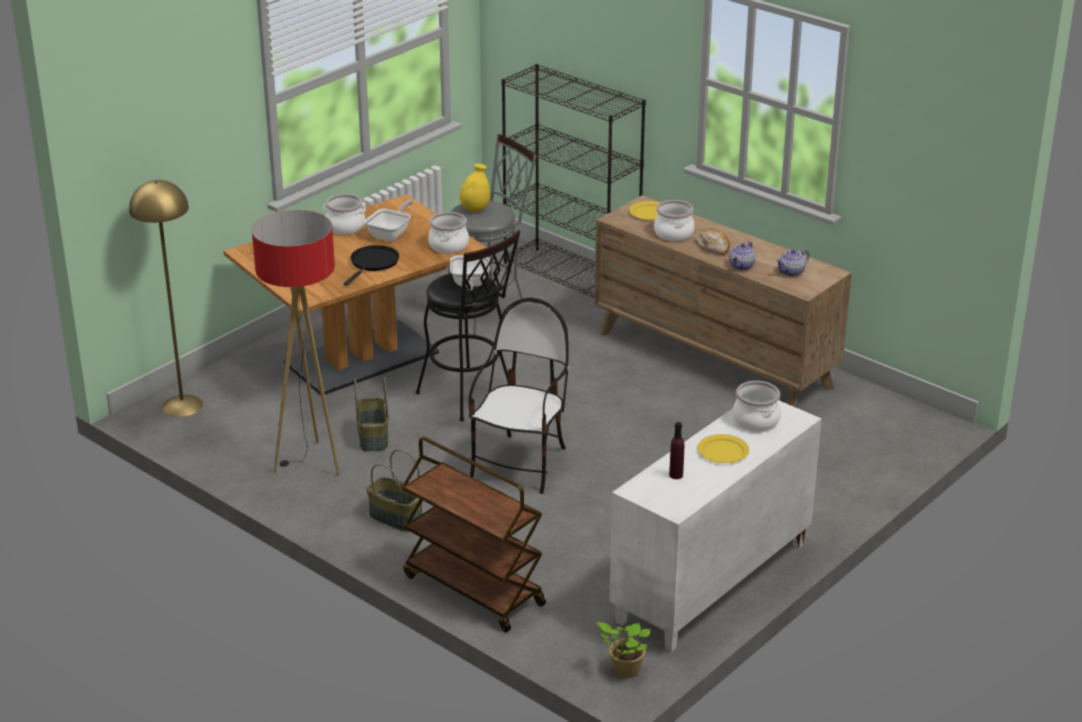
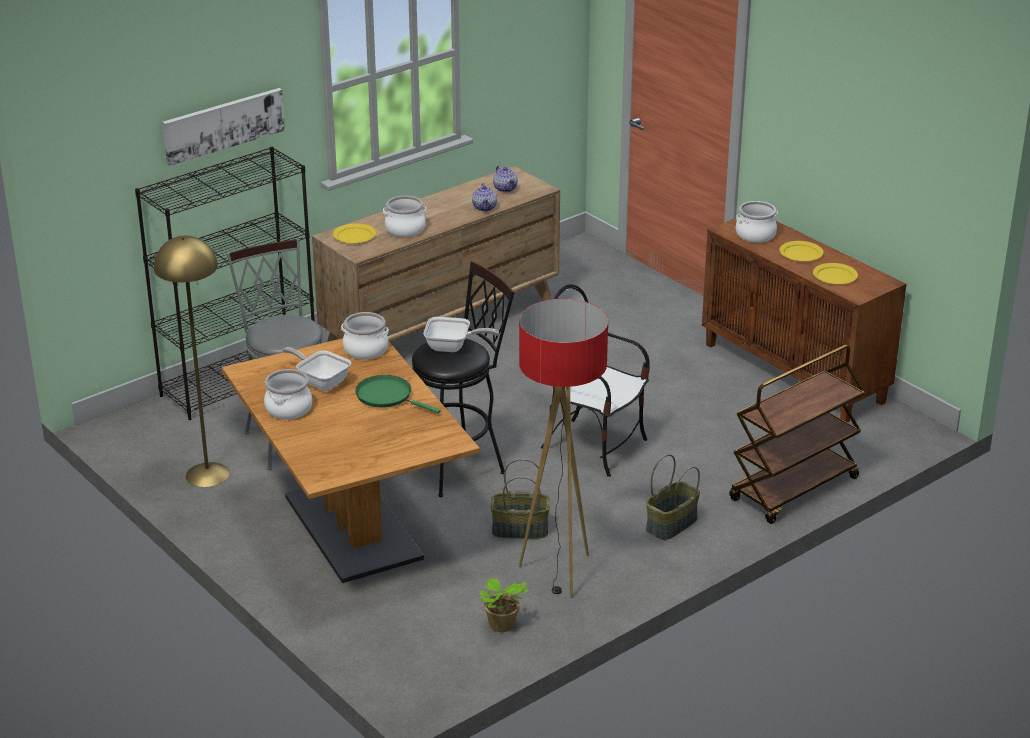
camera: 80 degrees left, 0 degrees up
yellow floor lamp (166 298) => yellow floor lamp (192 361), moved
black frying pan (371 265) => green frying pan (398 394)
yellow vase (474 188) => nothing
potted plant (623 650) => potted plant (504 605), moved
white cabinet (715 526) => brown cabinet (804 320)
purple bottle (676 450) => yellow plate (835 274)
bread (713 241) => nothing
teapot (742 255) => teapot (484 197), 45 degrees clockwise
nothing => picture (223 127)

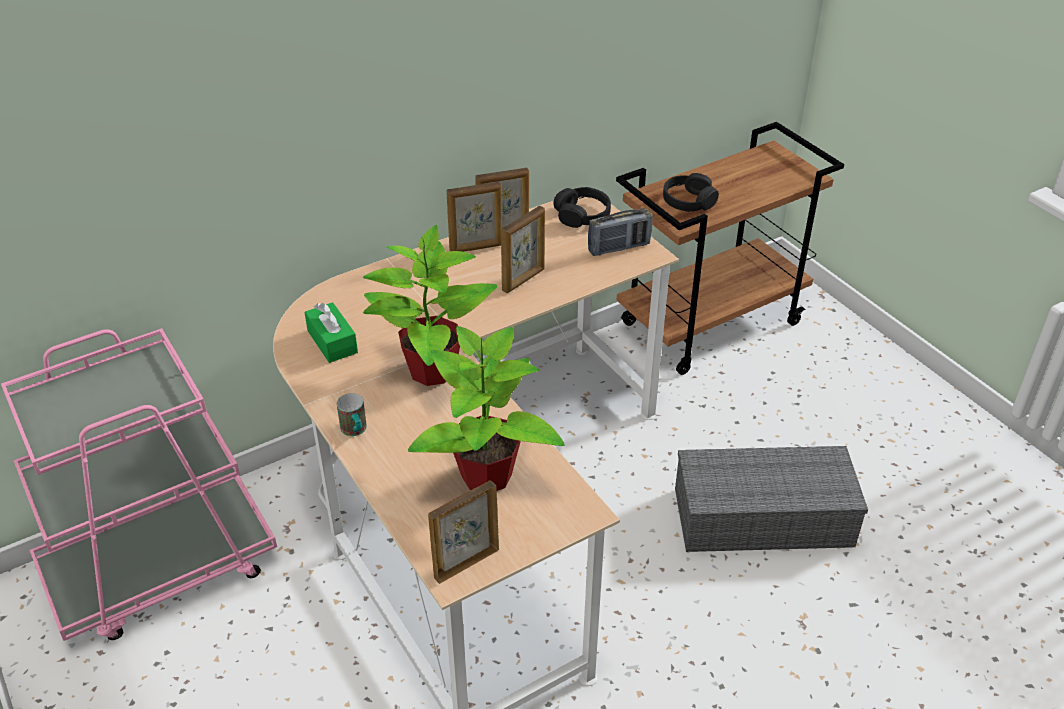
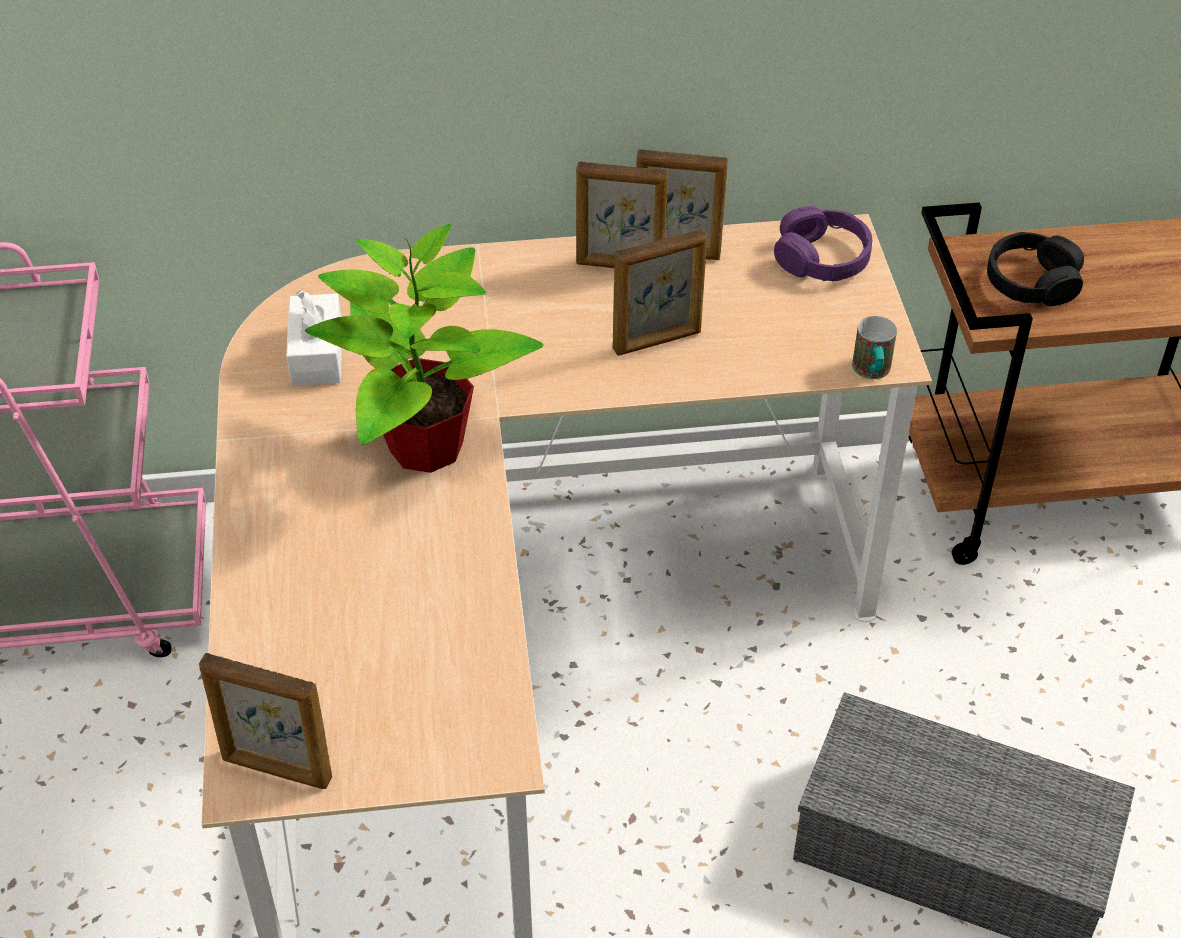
camera: 25 degrees right, 5 degrees up
green tissue box (331 332) => white tissue box (314 338)
mug (352 414) => mug (874 347), moved
potted plant (486 408) => nothing
picture frame (463 532) => picture frame (265 721), 150 degrees counterclockwise
black headphones (582 207) => purple headphones (823 243)
radio (620 232) => nothing

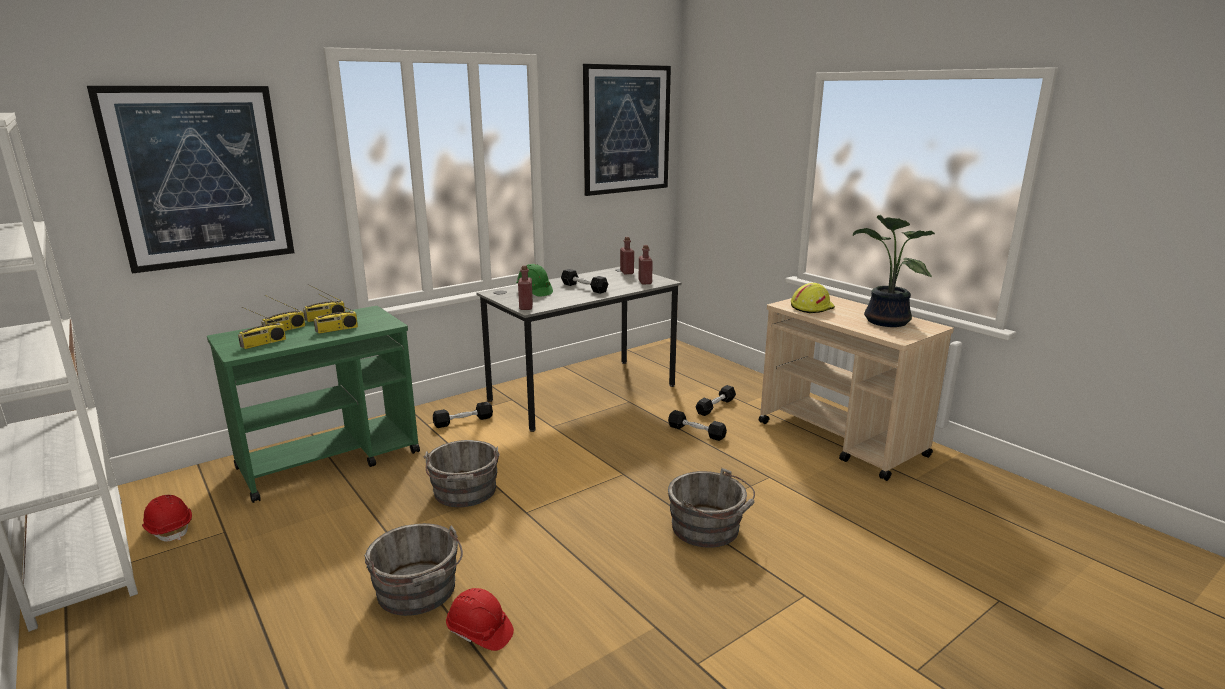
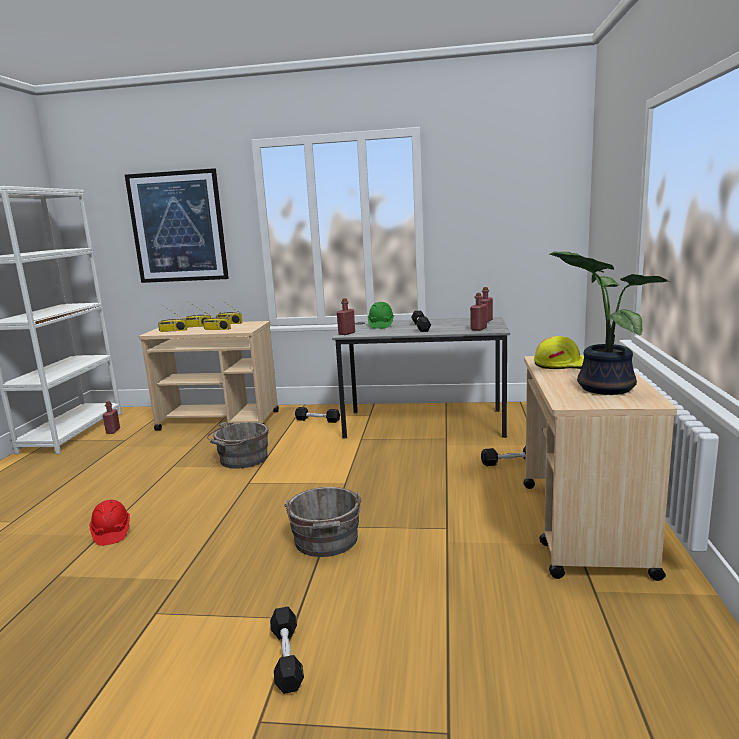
camera: 45 degrees right, 5 degrees down
red hard hat (167 518) => red bottle (111 417)
green cart (313 404) => beige cart (209 376)
grey bucket (413 569) => nothing
picture (627 130) => nothing
black dumbbell (697 425) => black dumbbell (287 650), moved

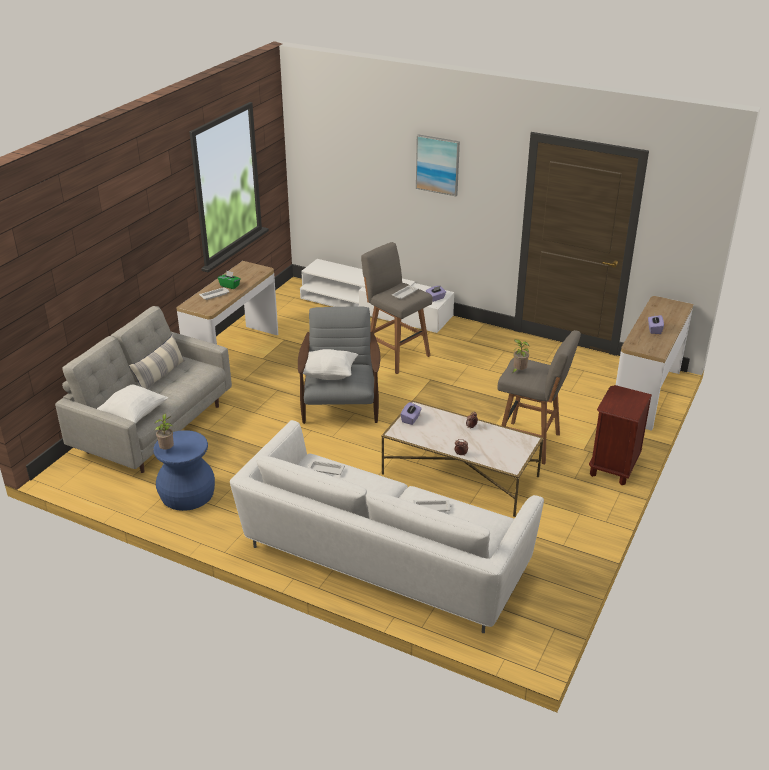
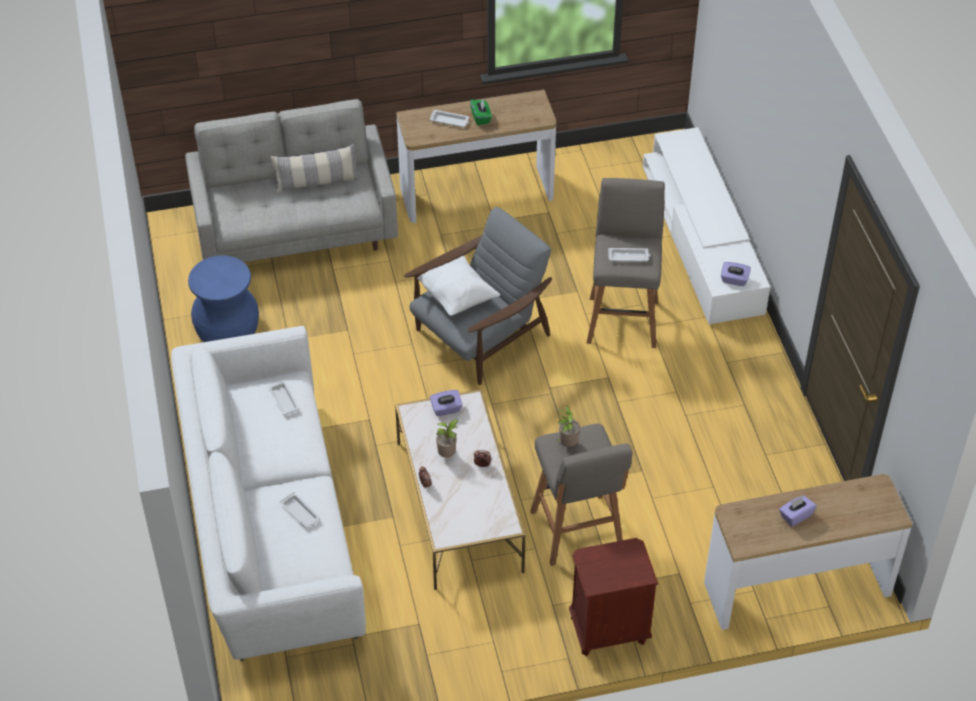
camera: 50 degrees right, 15 degrees up
white pillow (132 404) => nothing
potted plant (164 431) => potted plant (447 438), moved
picture (438 165) => nothing

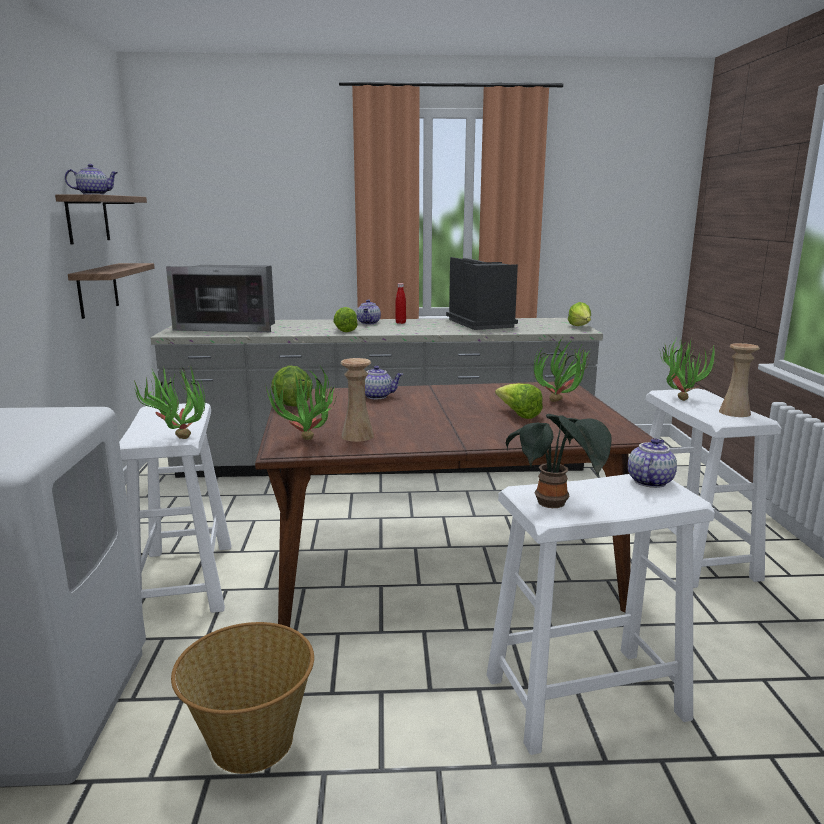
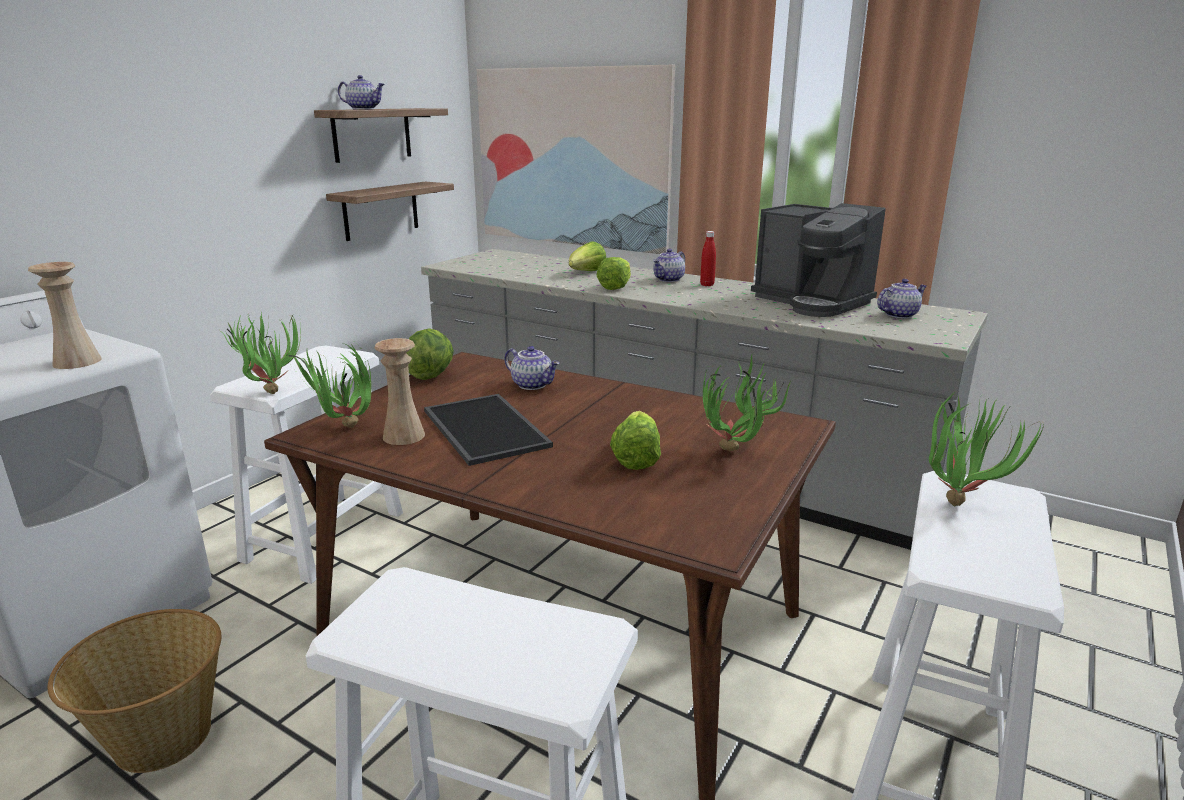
camera: 35 degrees right, 5 degrees up
microwave (220 298) => nothing
coffee machine (482 293) => coffee machine (818 260), 120 degrees clockwise
potted plant (559 461) => nothing
lettuce (579 314) => lettuce (587 256), moved
teapot (652 463) => teapot (902 299), moved
beige vase (739 380) => beige vase (64 315), moved
nothing => tray (488 430)
nothing => picture (576 159)

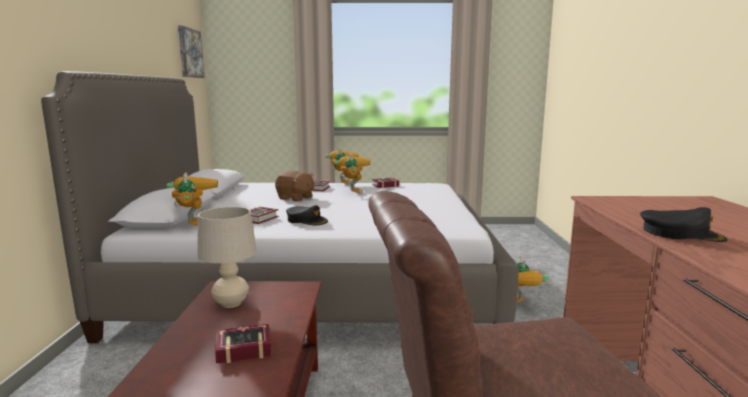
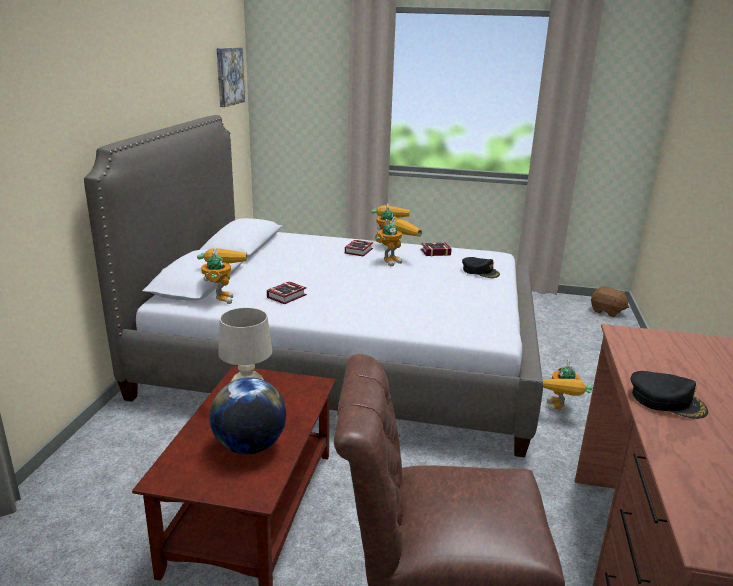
camera: 10 degrees right, 10 degrees up
book (243 344) => globe (248 415)
brown plush toy (294 186) => brown plush toy (610 301), moved
black cap (307 215) => black cap (481 267), moved
toy robot (352 174) => toy robot (398 241), 45 degrees clockwise

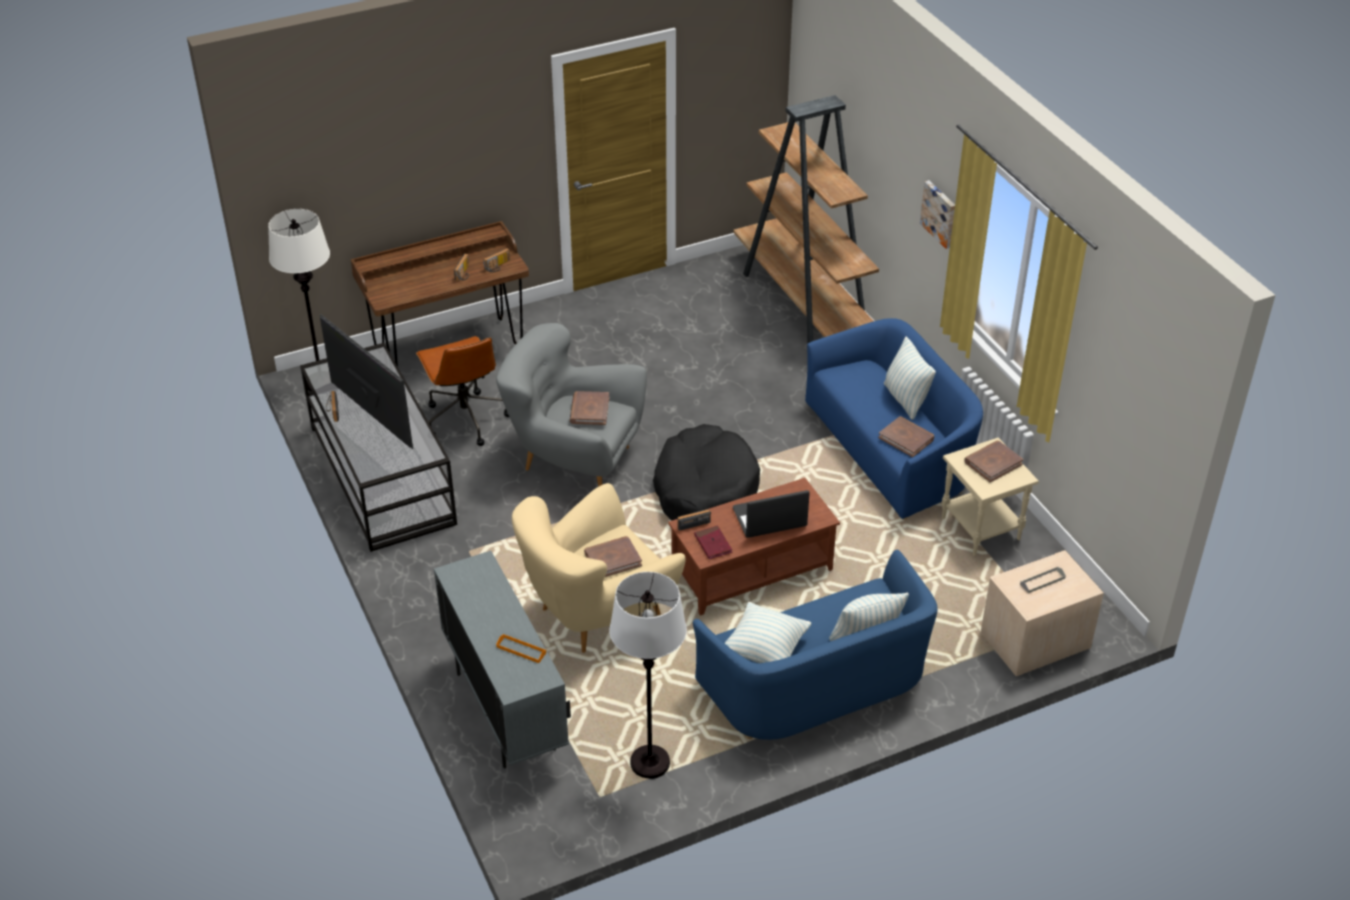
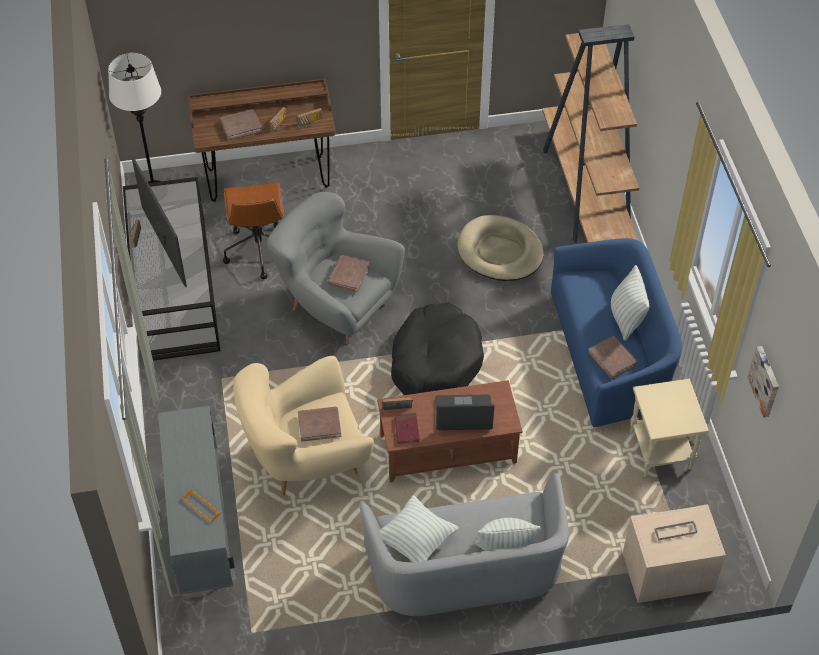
camera: 15 degrees right, 10 degrees up
white floor lamp (648 675) => nothing
blue sofa (815 645) => grey sofa (464 544)
picture (937 214) => picture (763 382), moved
brown book (993 461) => brown book (241 124), moved
nothing => beige dog bed (501 248)

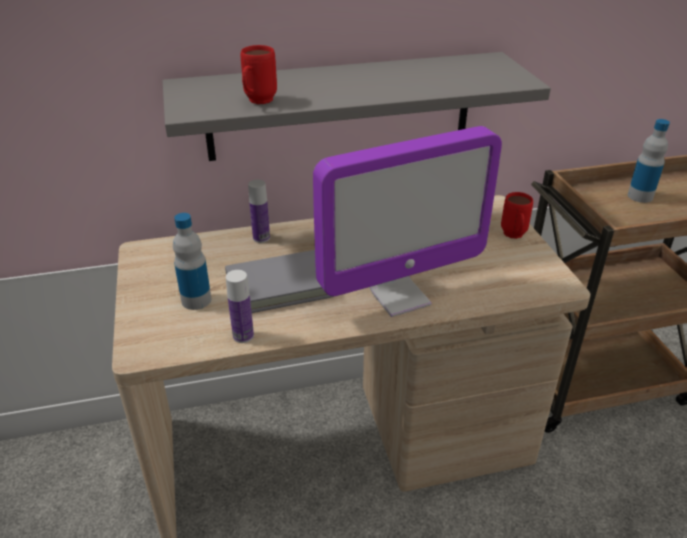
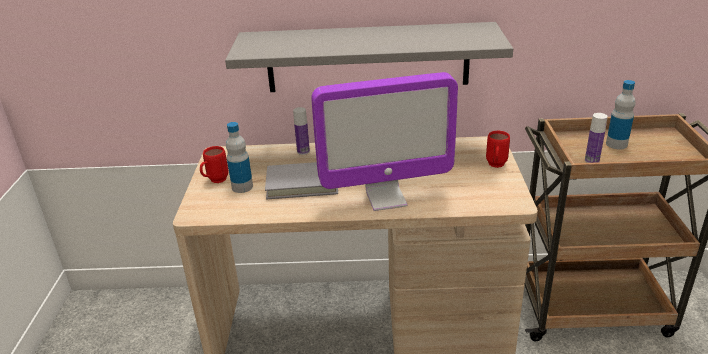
camera: 15 degrees right, 5 degrees down
bottle (240 306) => bottle (596 138), moved
red mug (259 74) => red mug (214 164), moved

